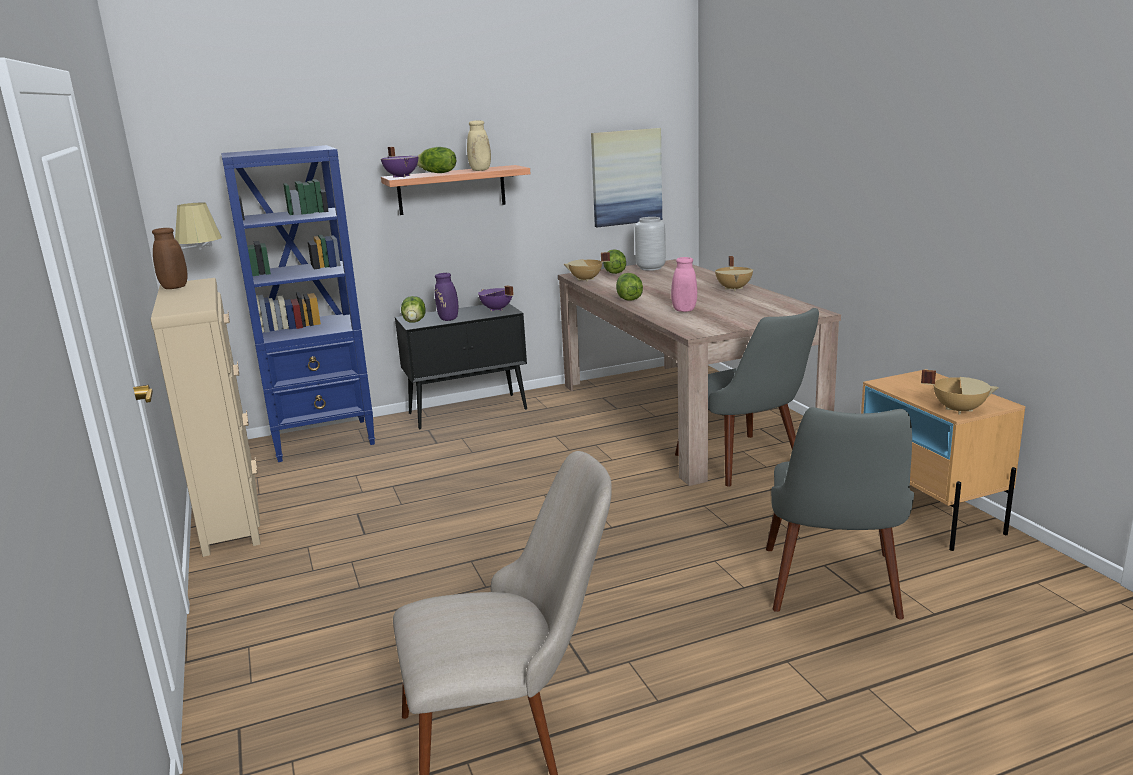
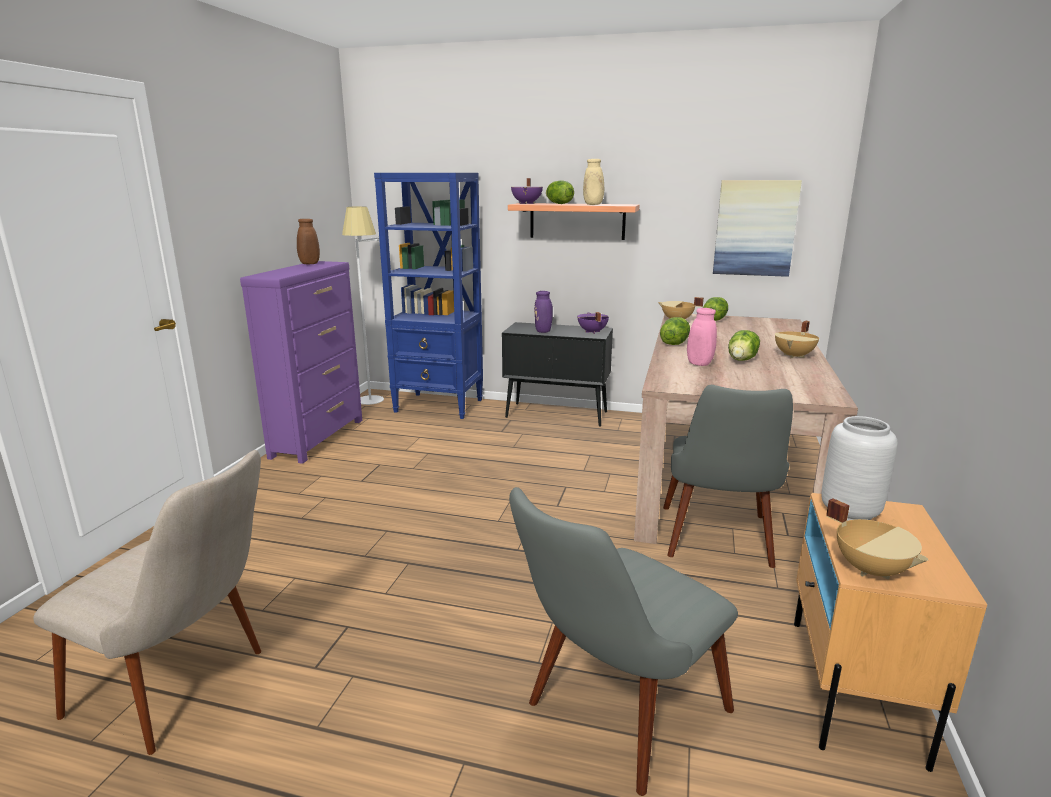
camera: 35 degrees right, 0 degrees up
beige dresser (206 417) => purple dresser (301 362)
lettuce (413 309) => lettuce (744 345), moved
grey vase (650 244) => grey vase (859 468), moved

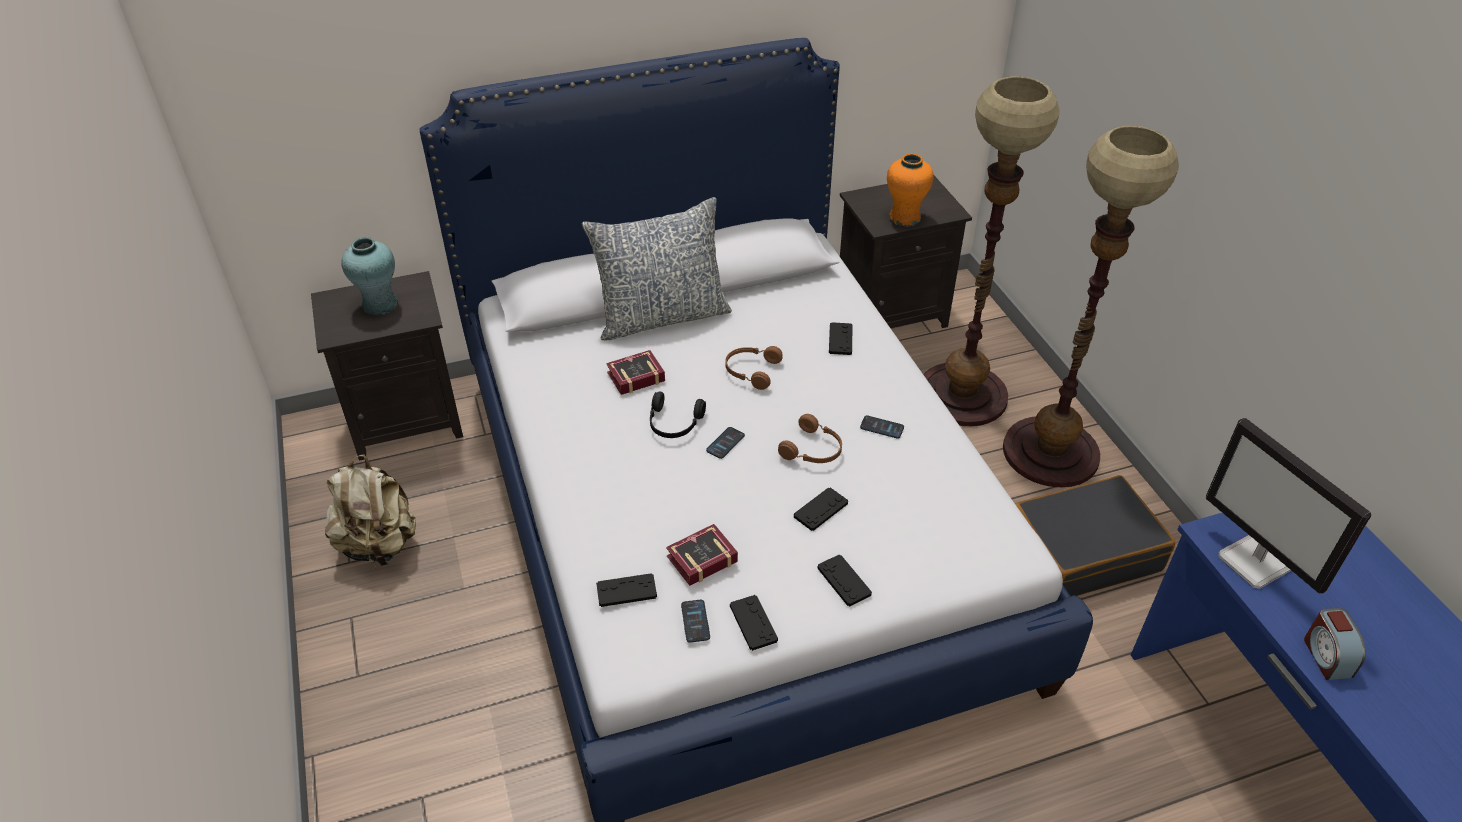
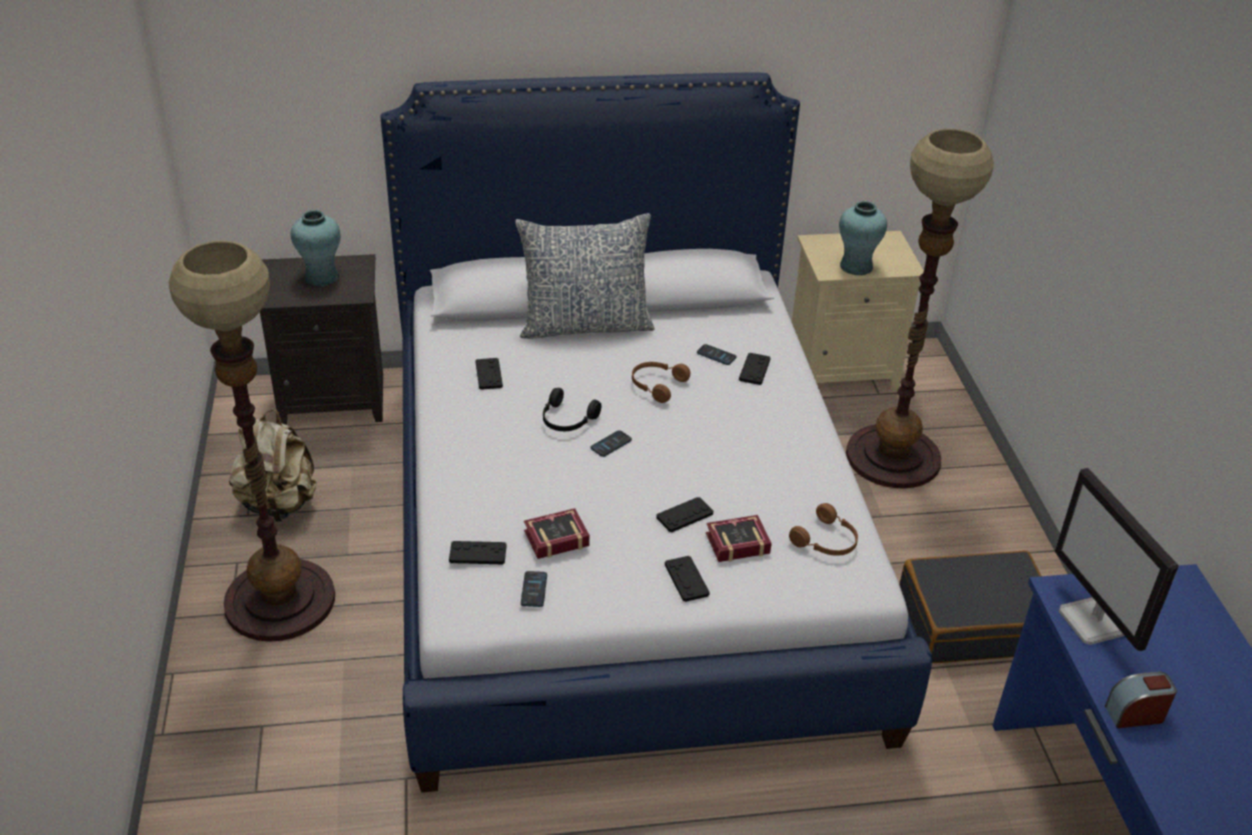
camera: 10 degrees right, 5 degrees down
book (635 372) => book (739 538), moved
black game controller (754 623) => black game controller (489 374), moved
brown headphones (810 438) => brown headphones (823 529), moved
black nightstand (906 252) => beige nightstand (858 311)
phone (882 427) => phone (717 354), moved
orange vase (910 190) => turquoise vase (863 238)
floor lamp (1091 306) => floor lamp (251 441), moved
alarm clock (1335 644) => alarm clock (1141 700), 75 degrees clockwise

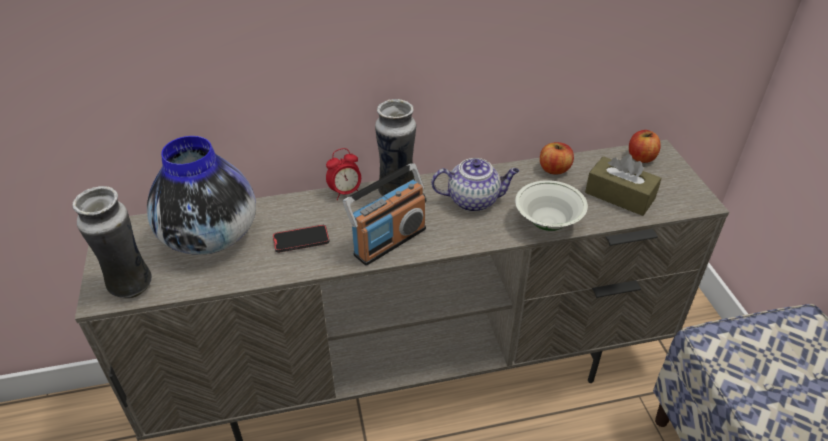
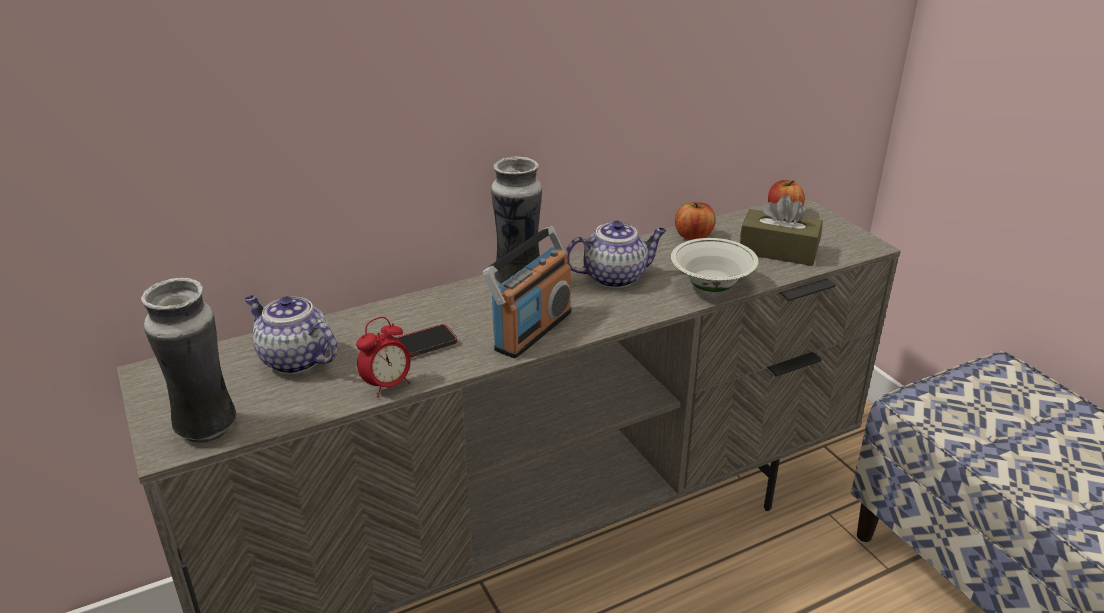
camera: 15 degrees left, 10 degrees down
vase (201 195) => teapot (291 334)
alarm clock (343 174) => alarm clock (383 357), moved

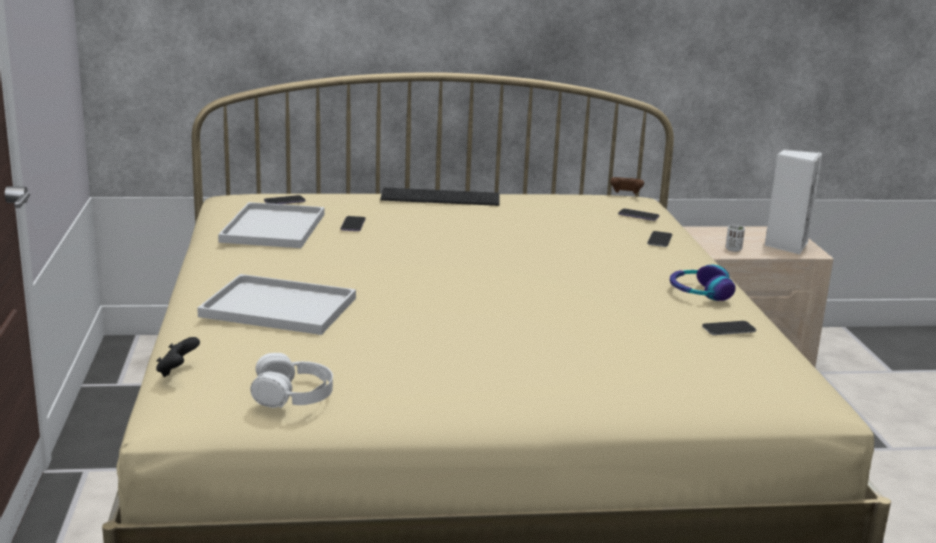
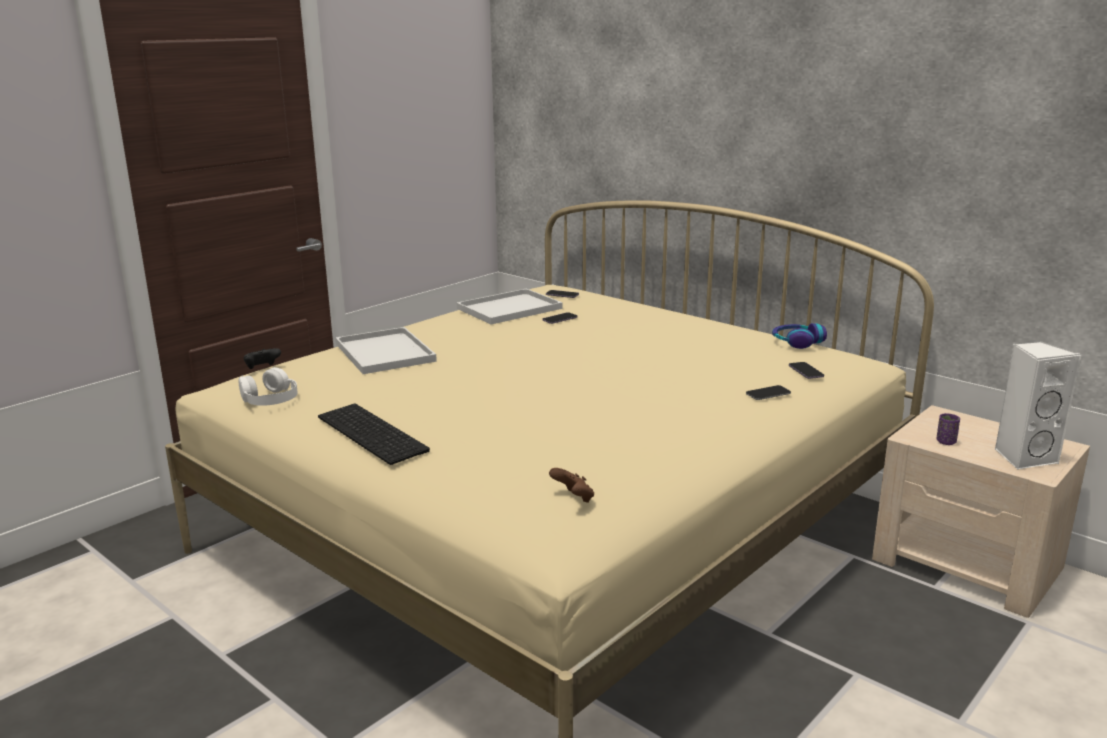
camera: 50 degrees right, 0 degrees up
keyboard (440 197) => keyboard (374 434), moved
brown game controller (627 185) => brown game controller (571 485), moved
headphones (703 283) => headphones (799 336), moved
phone (729 328) => nothing
white cup (735 238) => purple cup (948 429)

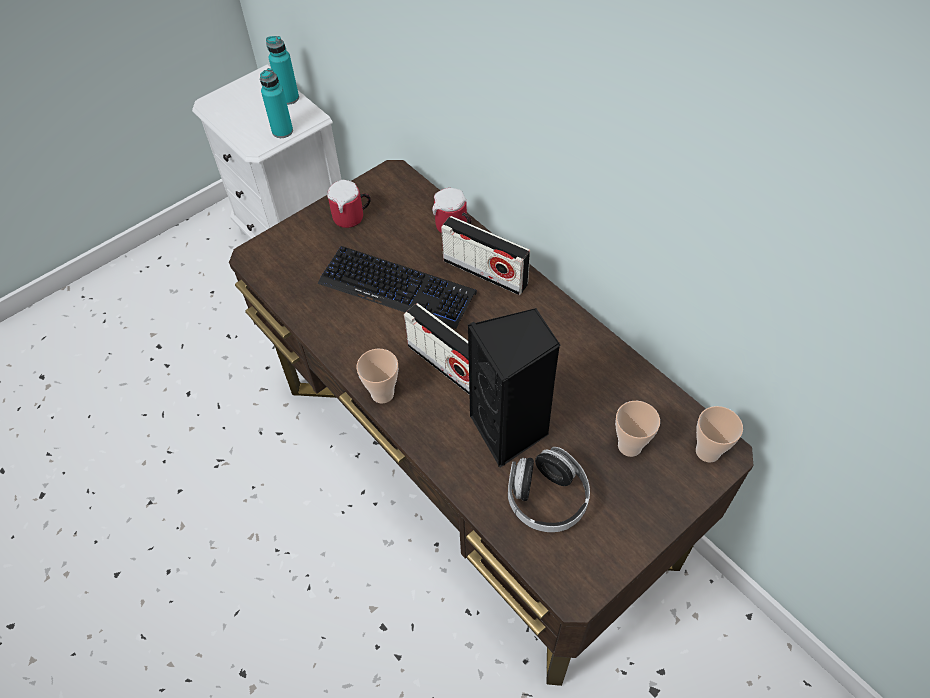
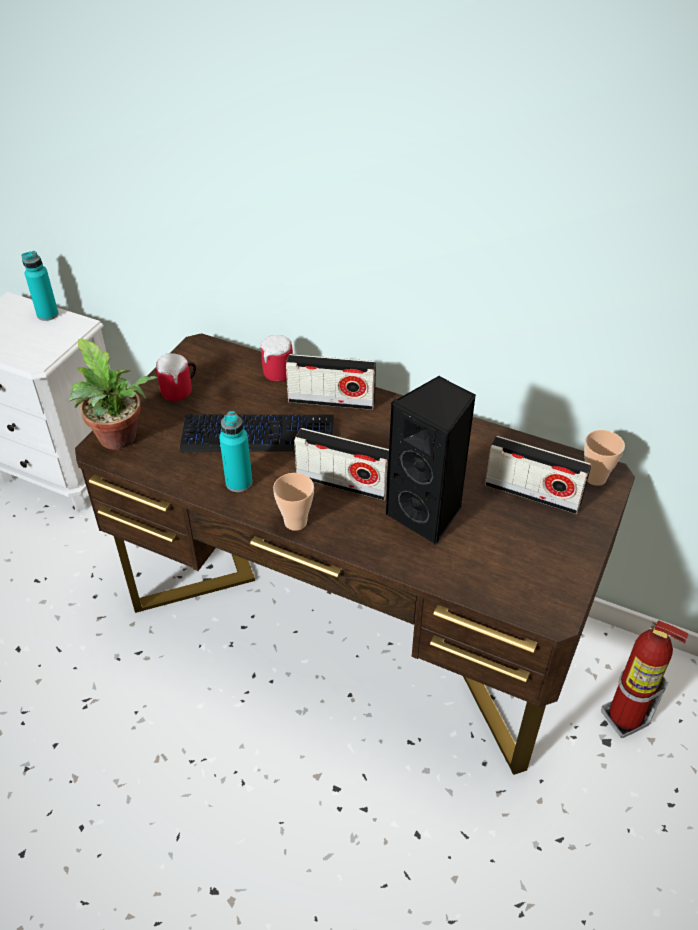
camera: 25 degrees left, 10 degrees down
turquoise bottle (276 103) => turquoise bottle (236 451), moved
headphones (549 489) => nothing
cup (637 429) => radio (538 475)
nothing => potted plant (113 394)
nothing => fire extinguisher (645 679)

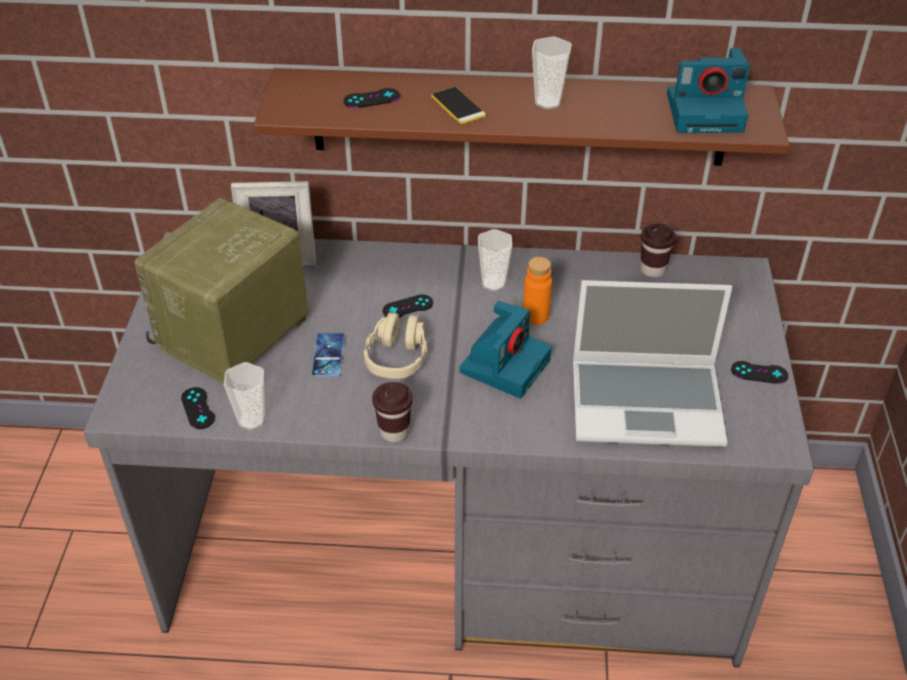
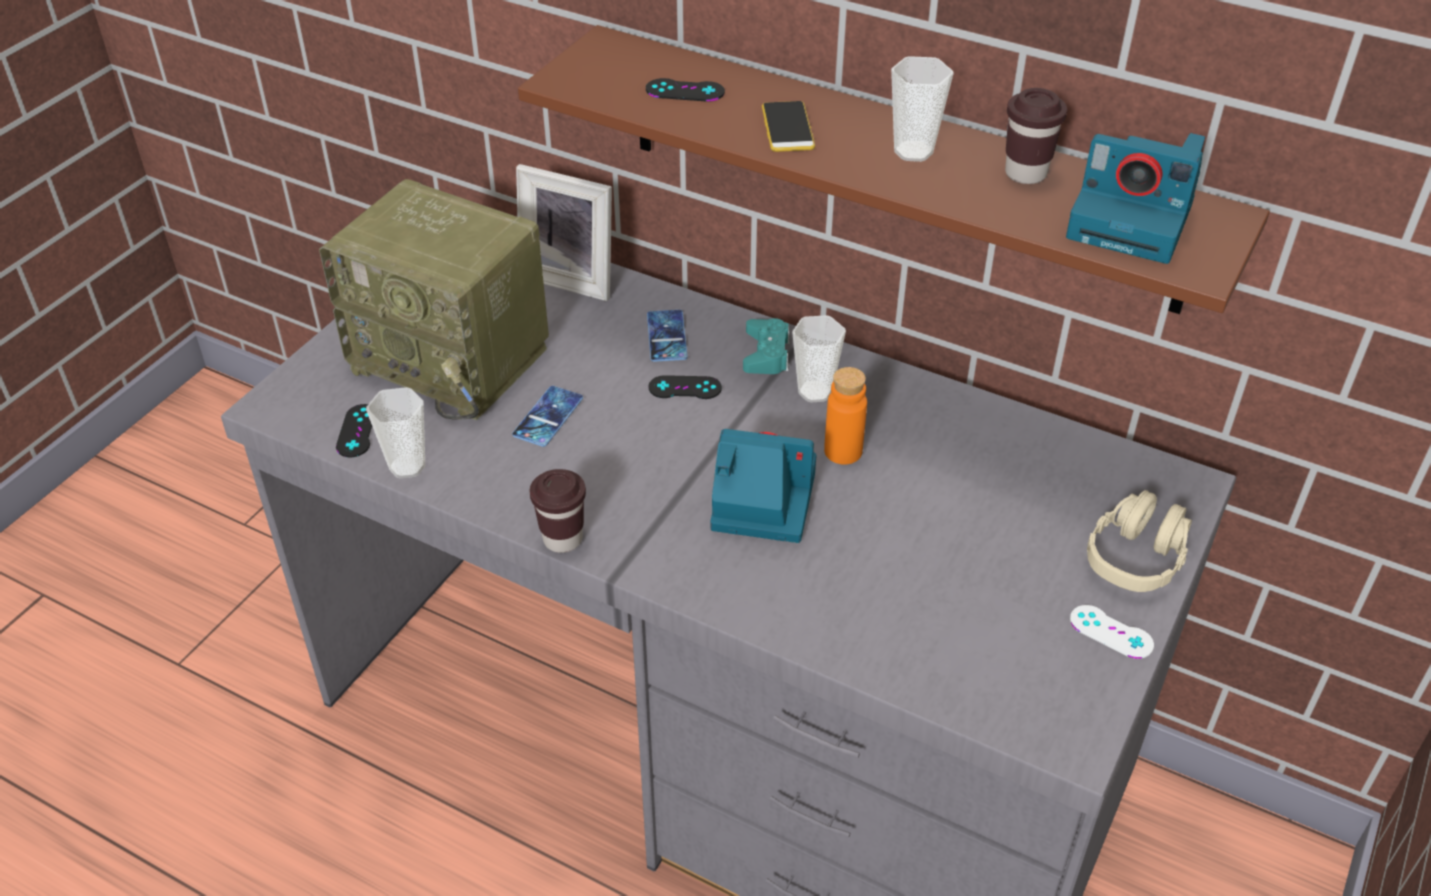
camera: 25 degrees right, 0 degrees up
radio (221 291) => radio (434 300), 120 degrees counterclockwise
beige headphones (395 345) => beige headphones (1139 541), moved
photo camera (506 349) => photo camera (764 486), 135 degrees counterclockwise
laptop (652 363) => nothing
brown cup (658 250) => brown cup (1036 136), moved
black game controller (760 372) => white game controller (1112 632)
nothing => phone (667 336)
nothing => turquoise game controller (766 346)

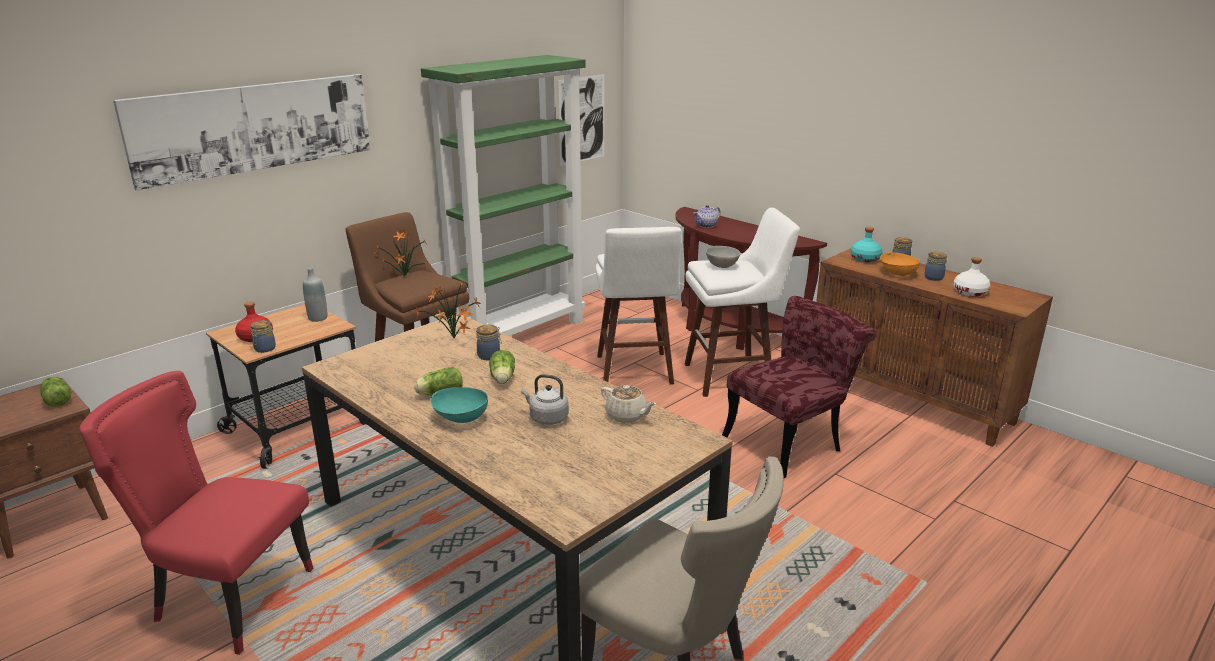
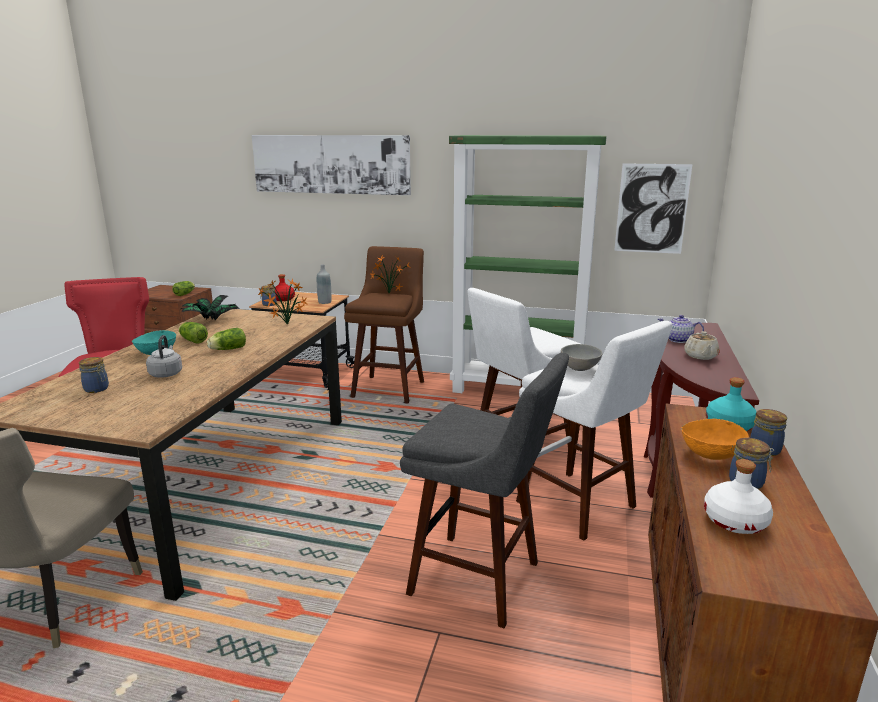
camera: 60 degrees right, 5 degrees down
jar (488 342) => jar (94 375), moved
beige teapot (628 404) => beige teapot (701 345), moved
red chair (799 387) => grey stool (484 490)
nothing => potted plant (210 307)

